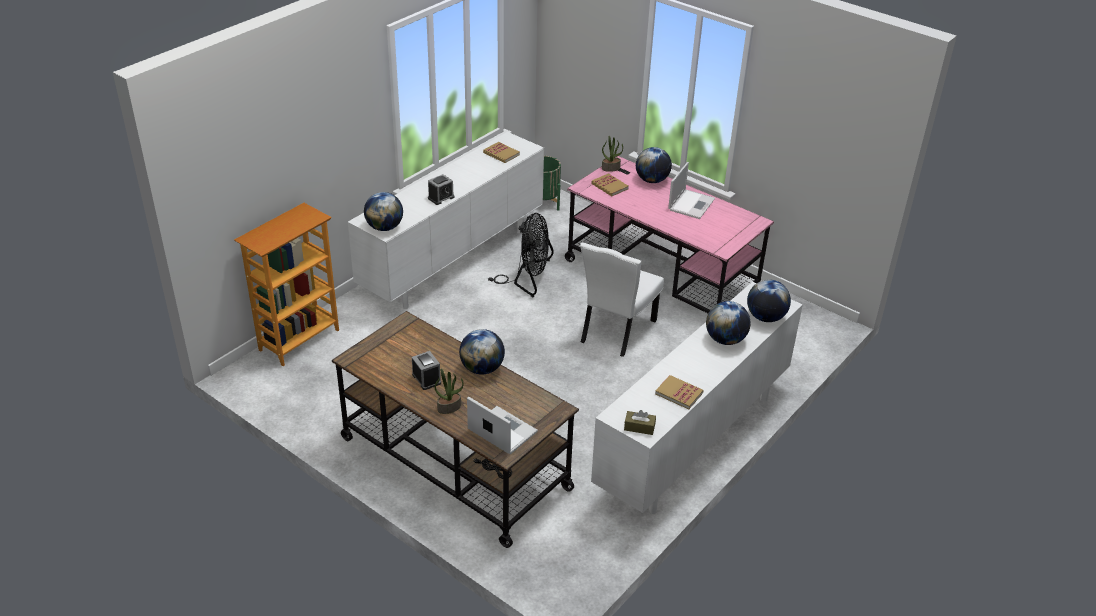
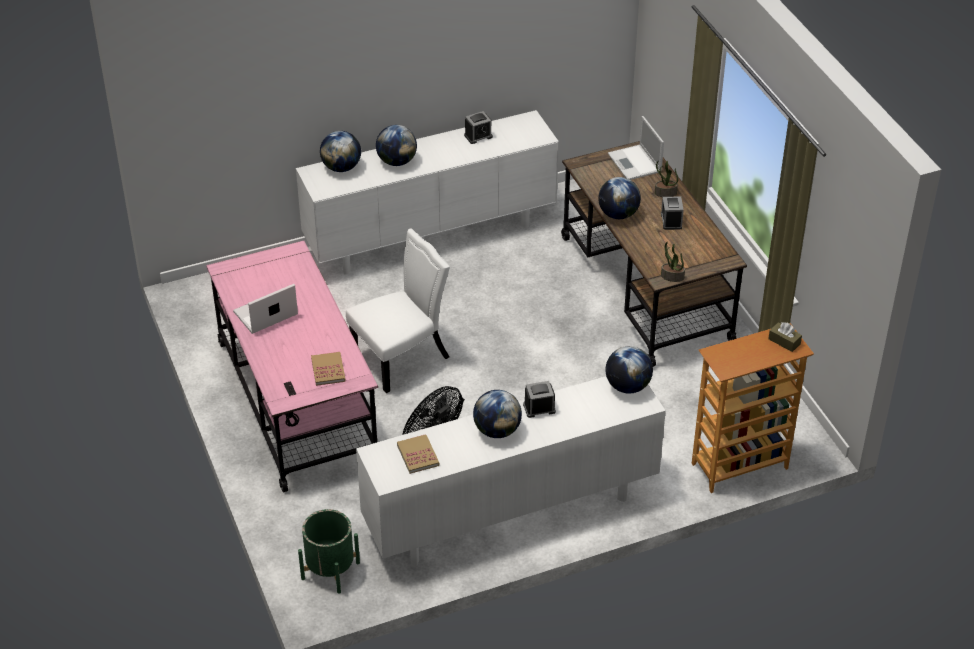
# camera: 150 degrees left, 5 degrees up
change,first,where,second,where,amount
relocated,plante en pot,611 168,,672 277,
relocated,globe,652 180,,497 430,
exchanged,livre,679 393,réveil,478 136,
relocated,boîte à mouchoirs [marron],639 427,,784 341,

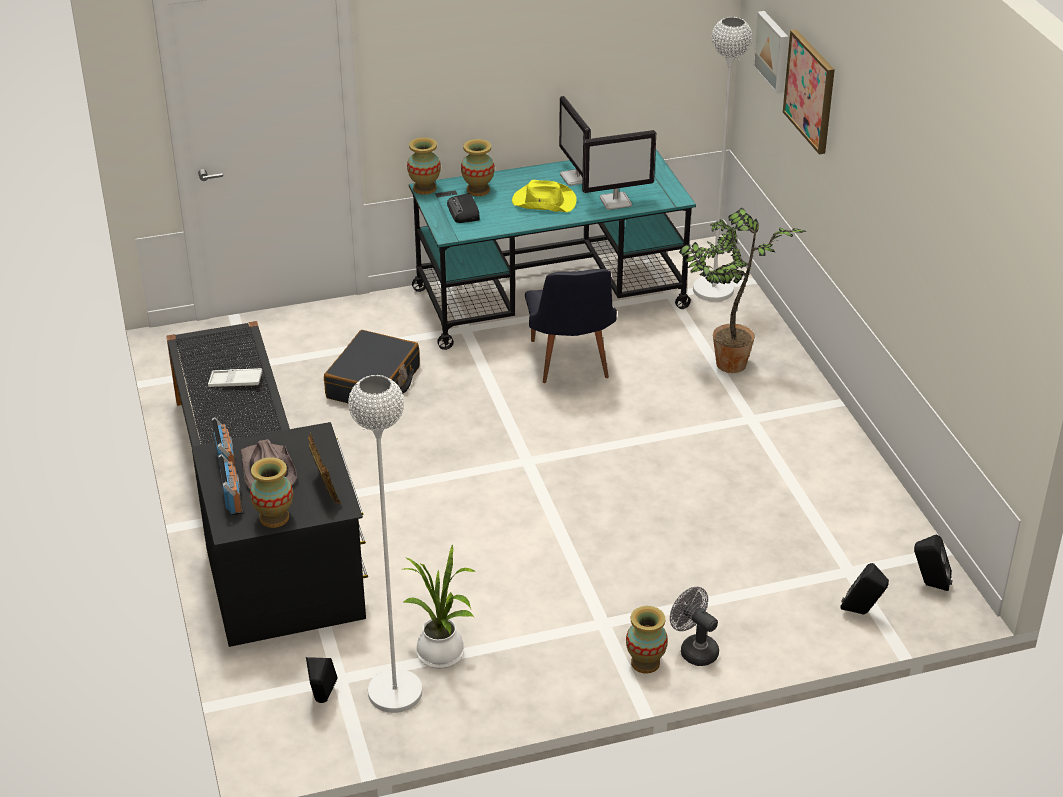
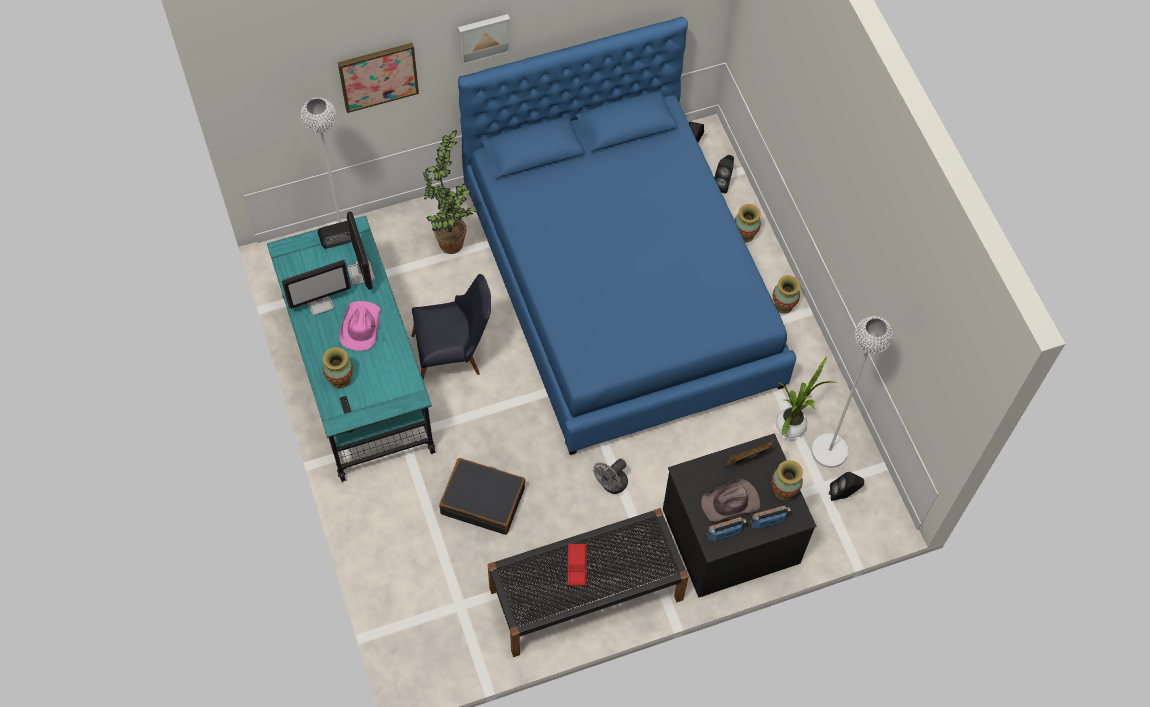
# camera: 95 degrees left, 25 degrees up
change,first,where,second,where,amount
relocated,tableau,773 51,,483 37,
relocated,vase,424 188,,745 234,
colour,chapeau [jaune],543 201,chapeau [rose],360 327,
relocated,radio,464 212,,338 236,
colour,plateau [blanc],235 381,plateau [rouge],577 566,
relocated,ventilateur [gris],694 649,,611 485,
appeared,,,lit [bleu],621 285,

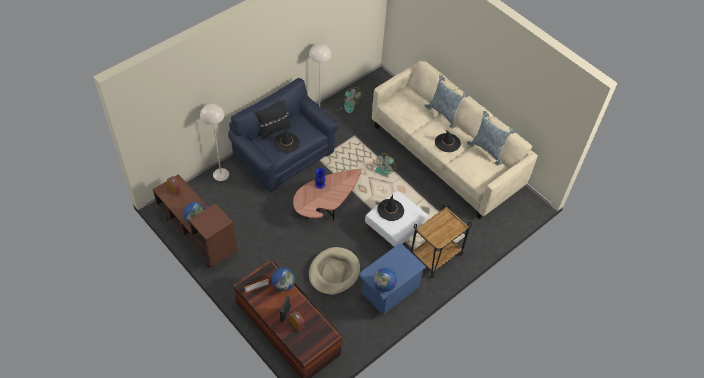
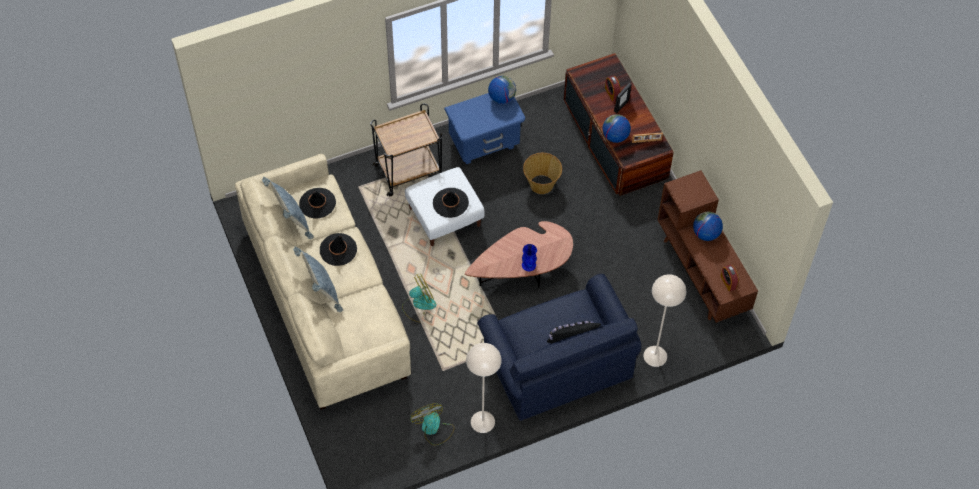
# camera: 160 degrees left, 5 degrees up
change,first,where,second,where,amount
relocated,chapeau [noir],286 143,,317 203,
exchanged,panier pour chien [beige],334 272,panier,541 184,

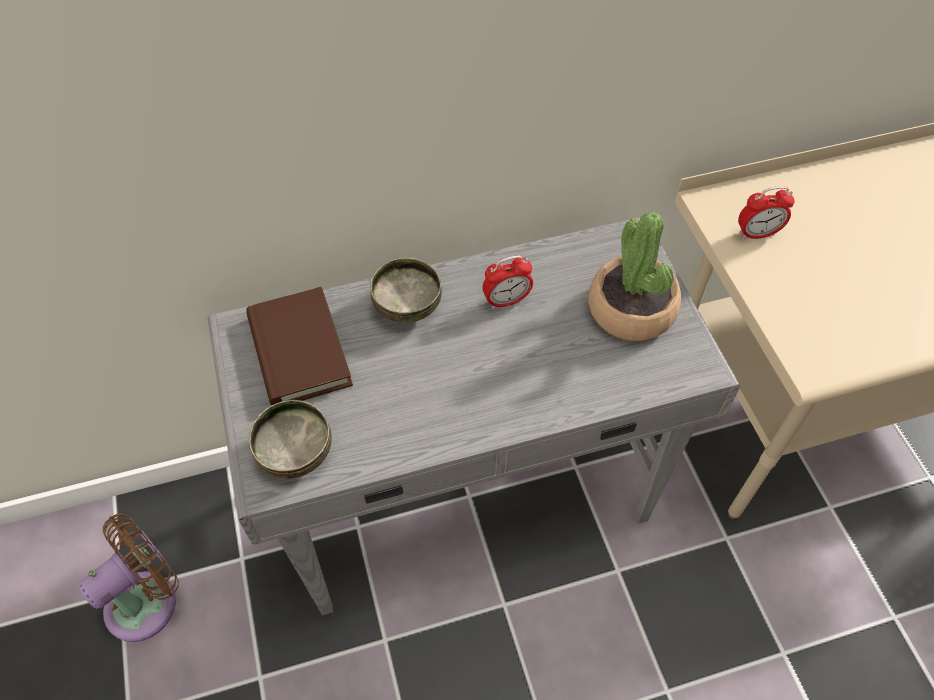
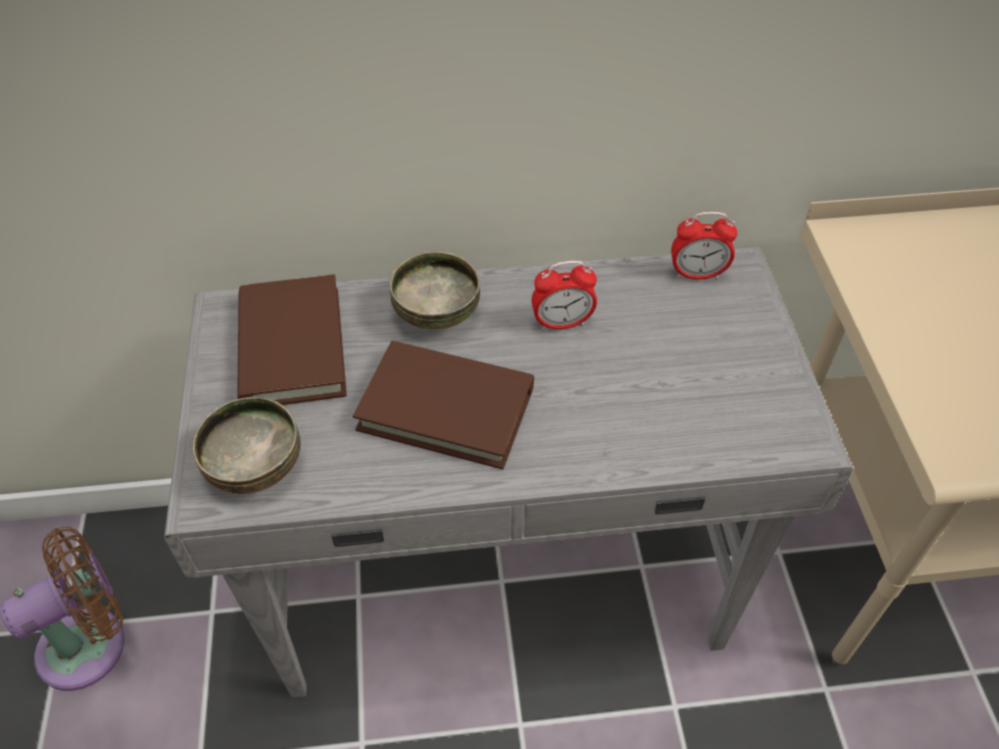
# camera: 10 degrees right, 5 degrees down
change,first,where,second,where,amount
relocated,réveil,757 234,,697 274,
missing,plante en pot,631 310,,,
appeared,,,livre [marron],446 408,

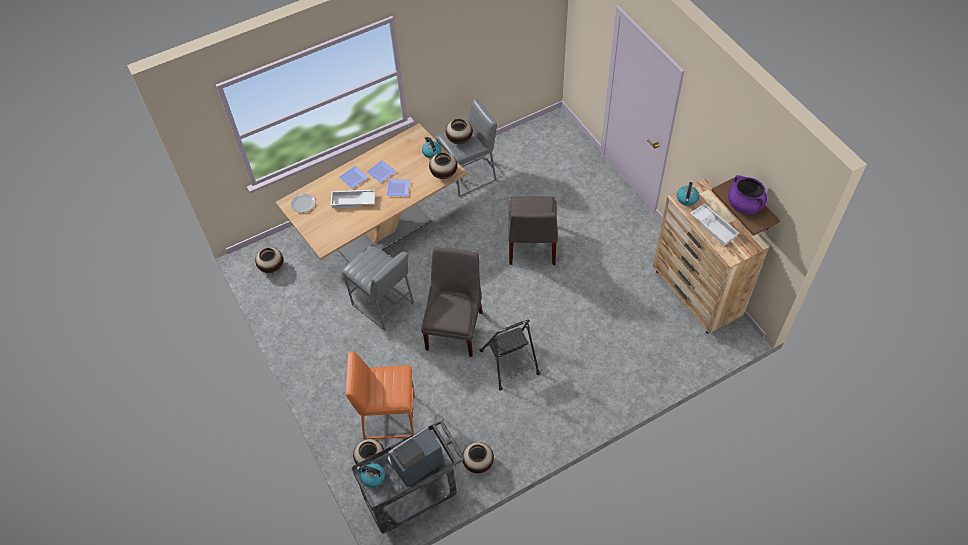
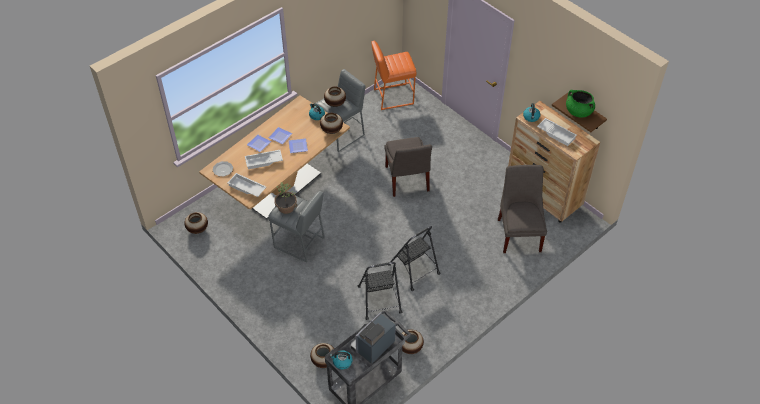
# camera: 15 degrees left, 5 degrees down
change,first,where,second,where,amount
colour,marmite [violet],744 205,marmite [vert],578 111,
relocated,chaise [gris],455 327,,519 233,
relocated,tabouret [orange],388 417,,393 97,
appeared,,,plateau [blanc],246 188,
appeared,,,plante en pot,286 208,
appeared,,,escabeau [noir],379 300,

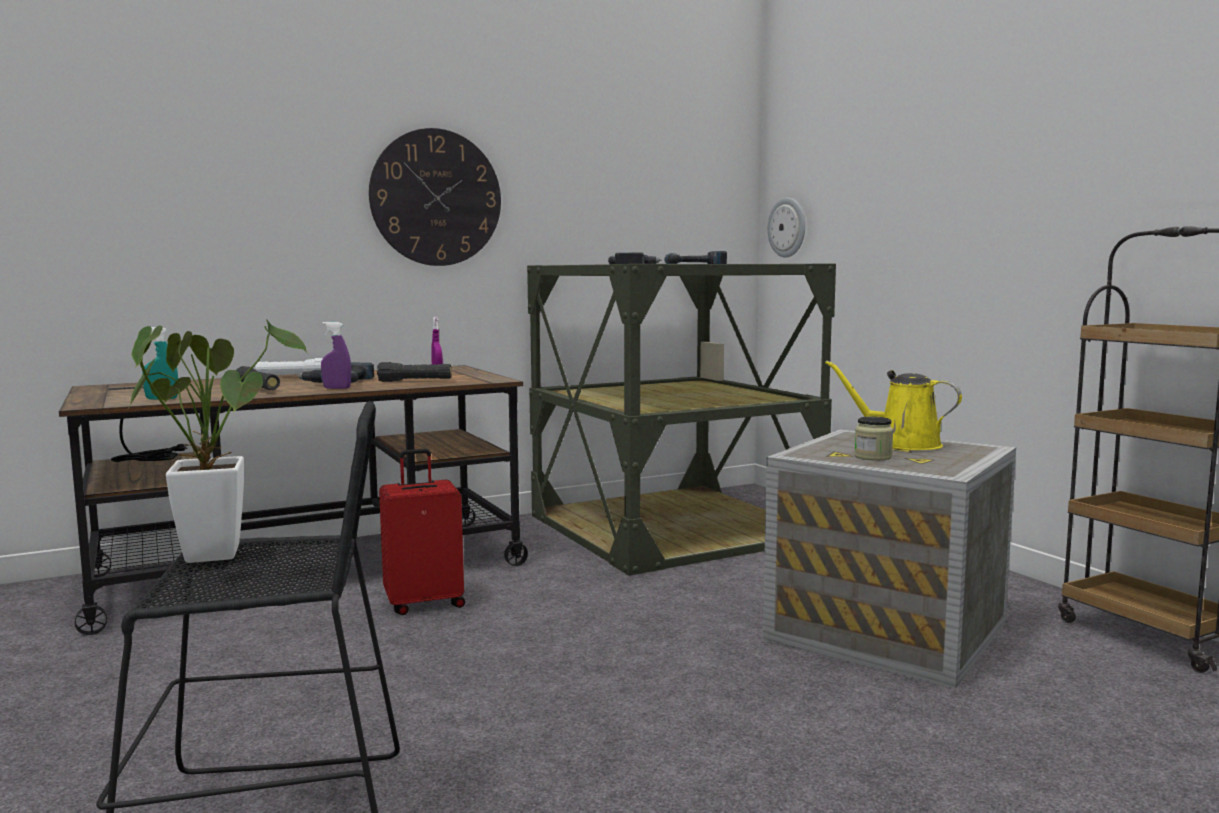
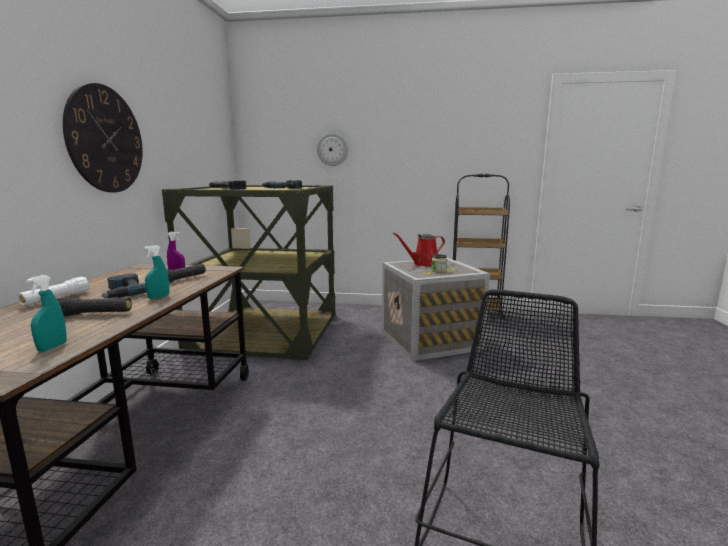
# camera: 55 degrees left, 5 degrees up
change,first,where,second,where,amount
relocated,horloge murale,787 227,,332 149,
missing,plante en pot,215 551,,,
colour,vaporisateur [violet],337 388,vaporisateur [turquoise],159 297,
colour,arrosoir [jaune],901 444,arrosoir [rouge],423 264,
missing,valise [rouge],424 603,,,

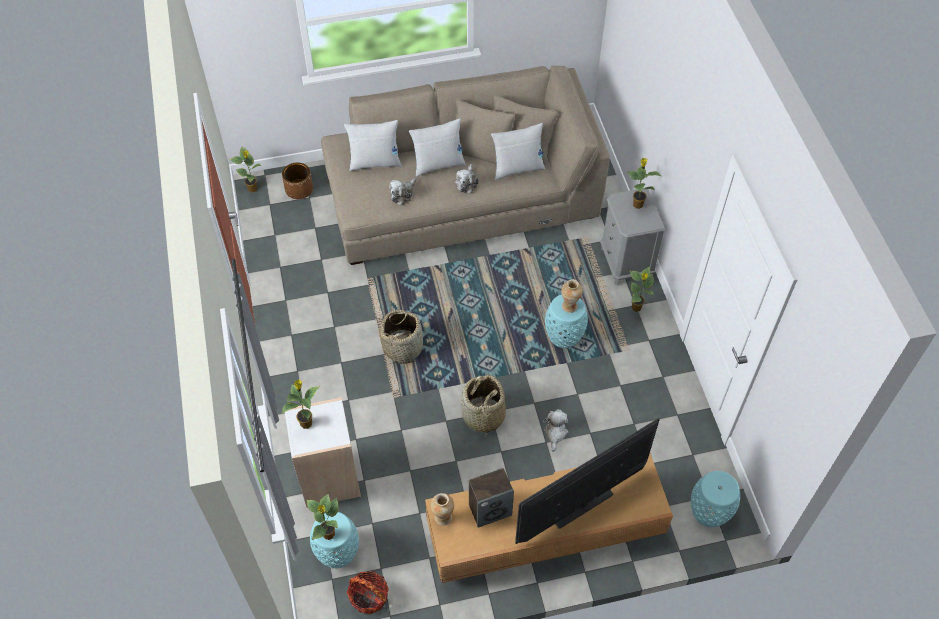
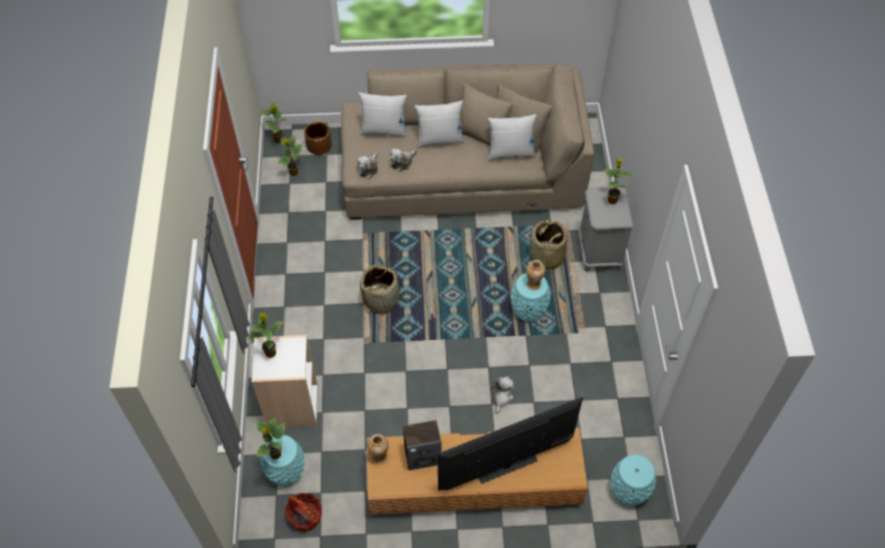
# camera: 10 degrees right, 0 degrees up
change,first,where,second,where,amount
relocated,peluche,467 182,,368 168,
relocated,plante en pot,636 308,,293 173,
relocated,panier,483 416,,546 257,

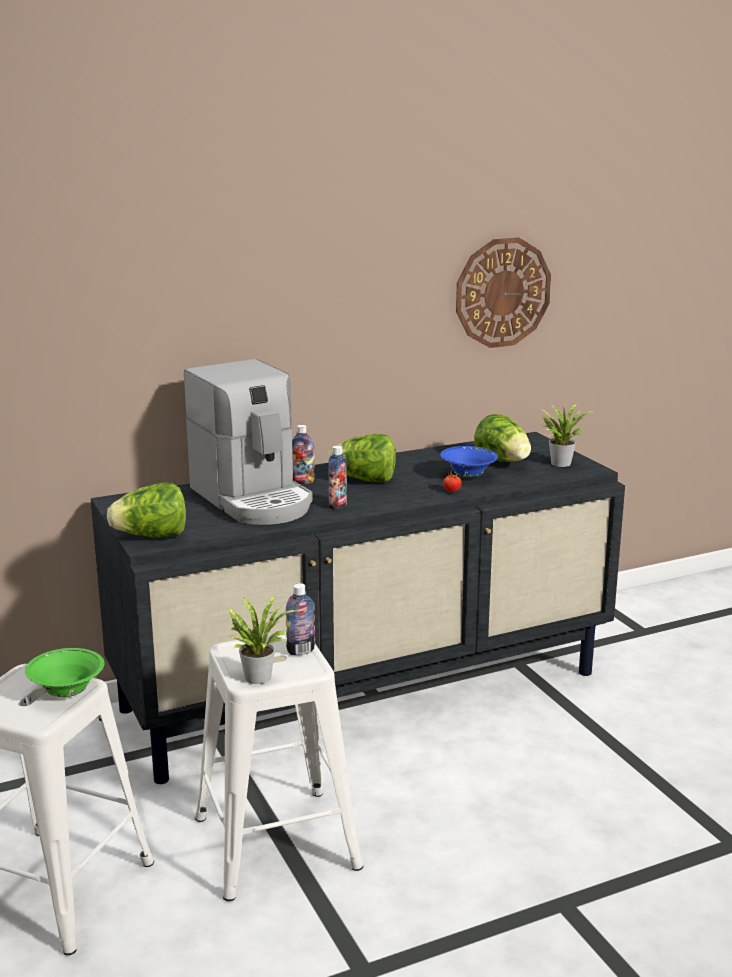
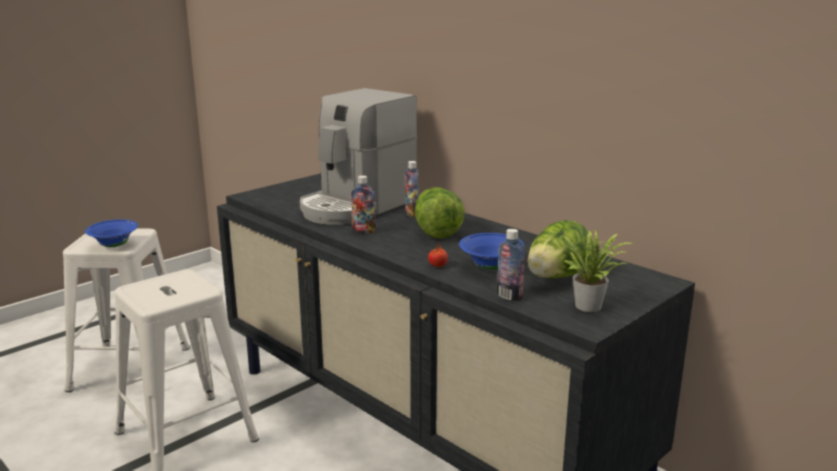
# camera: 70 degrees right, 0 degrees up
change,first,where,second,where,amount
missing,horloge murale,502 292,,,
missing,laitue,152 537,,,
relocated,bouteille,300 650,,509 296,
missing,plante en pot,257 675,,,
colour,bol [vert],67 692,bol [bleu],114 245,

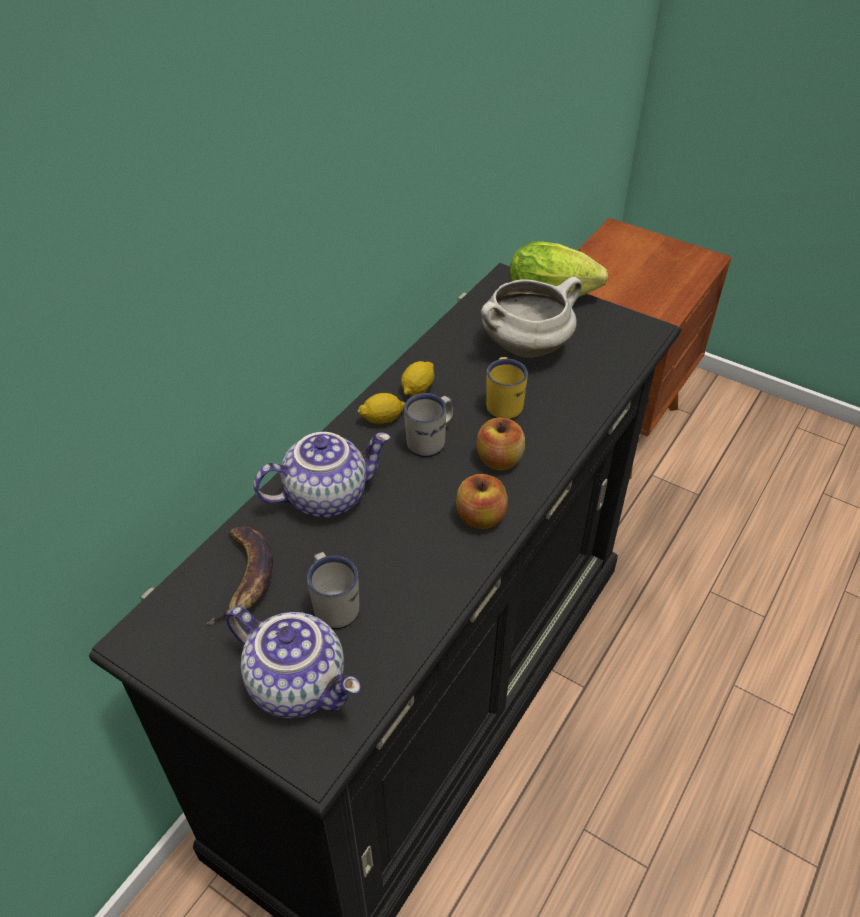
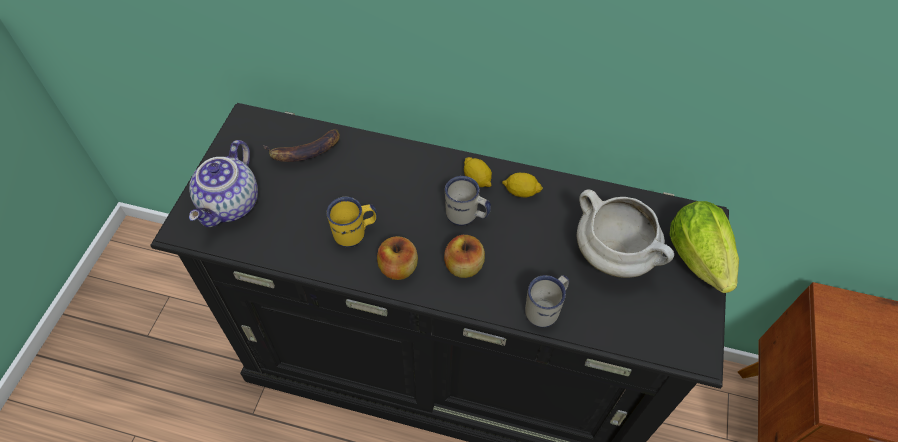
# camera: 70 degrees right, 10 degrees up
change,first,where,second,where,amount
relocated,mug [jaune],504 403,,355 233,
missing,théière,327 495,,,
relocated,mug [blanc],334 604,,546 309,

